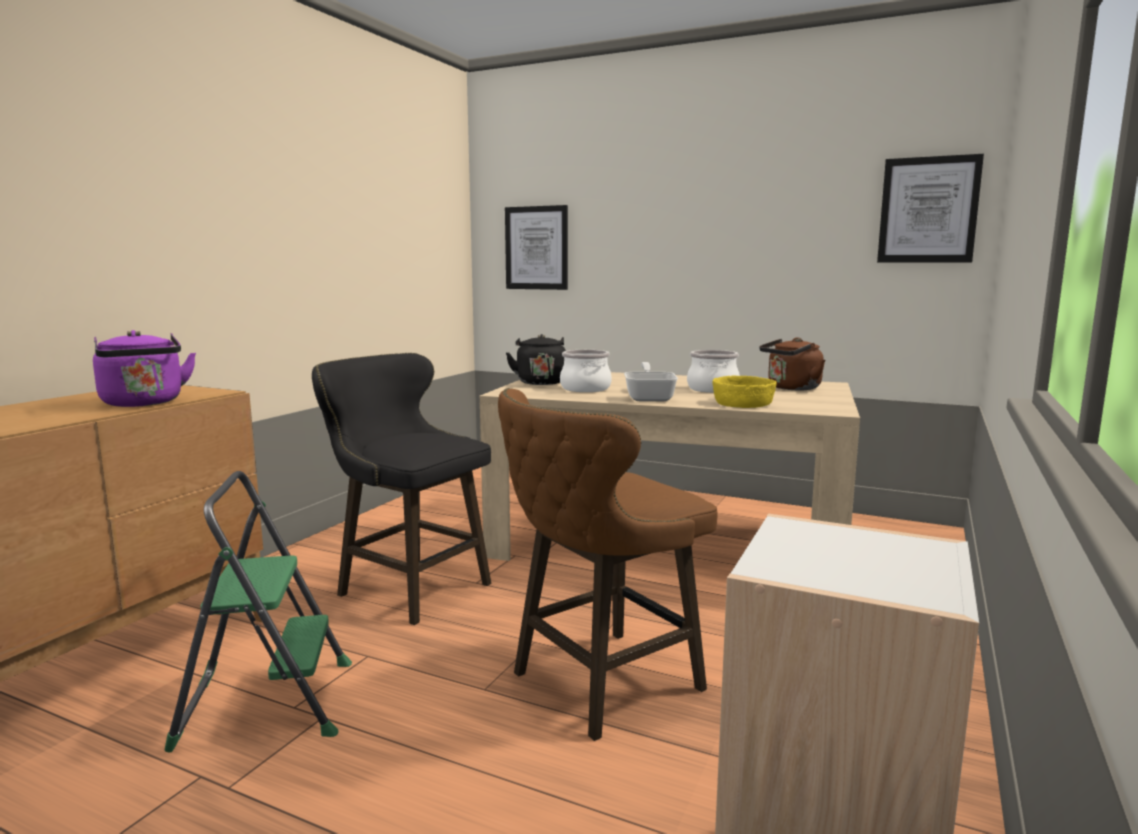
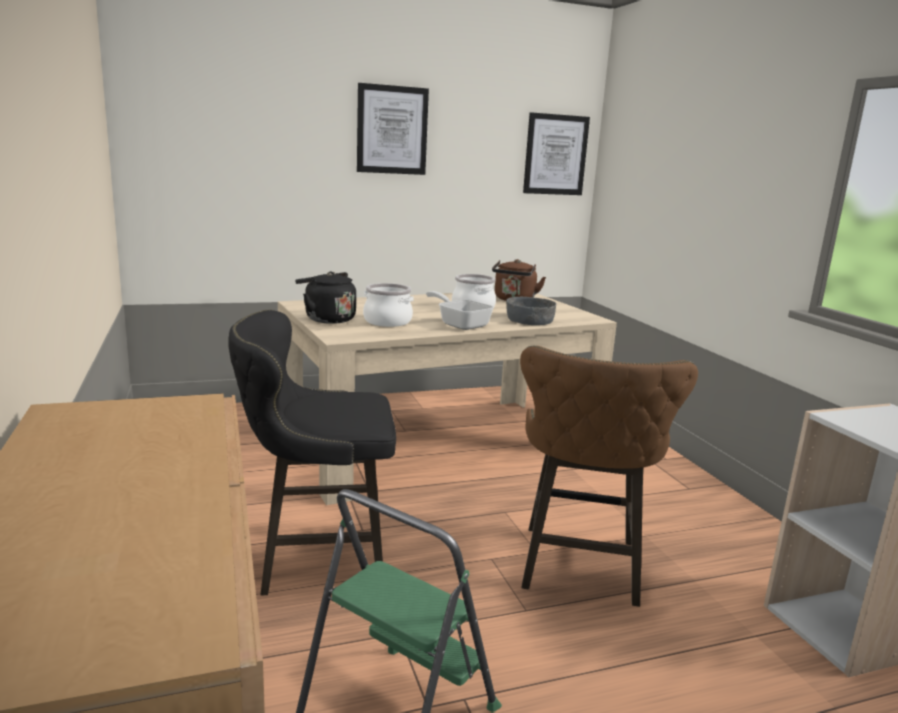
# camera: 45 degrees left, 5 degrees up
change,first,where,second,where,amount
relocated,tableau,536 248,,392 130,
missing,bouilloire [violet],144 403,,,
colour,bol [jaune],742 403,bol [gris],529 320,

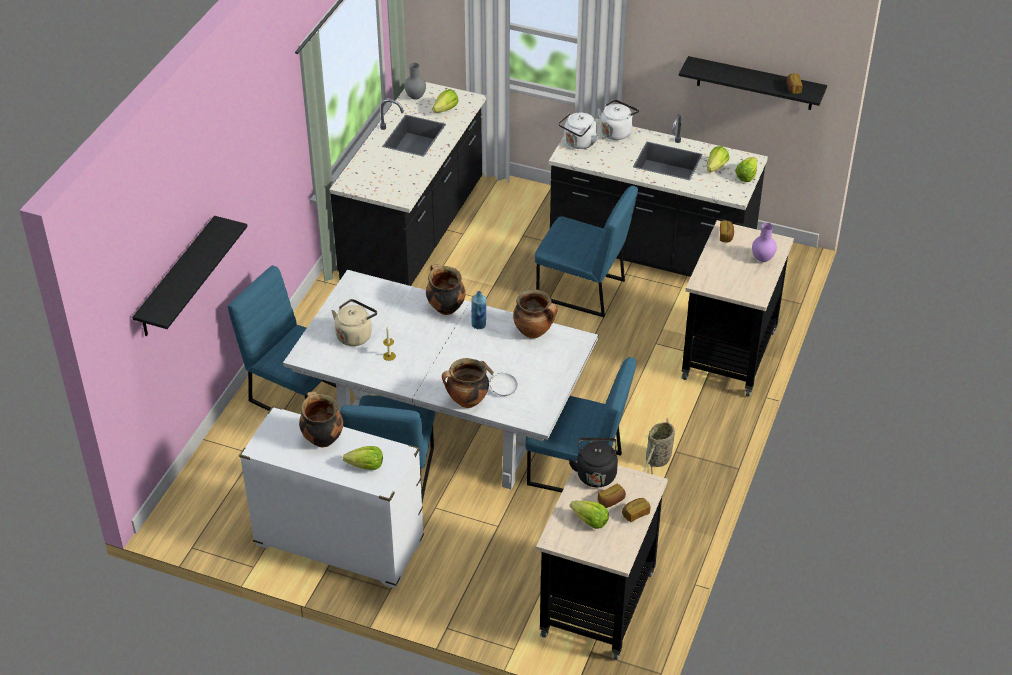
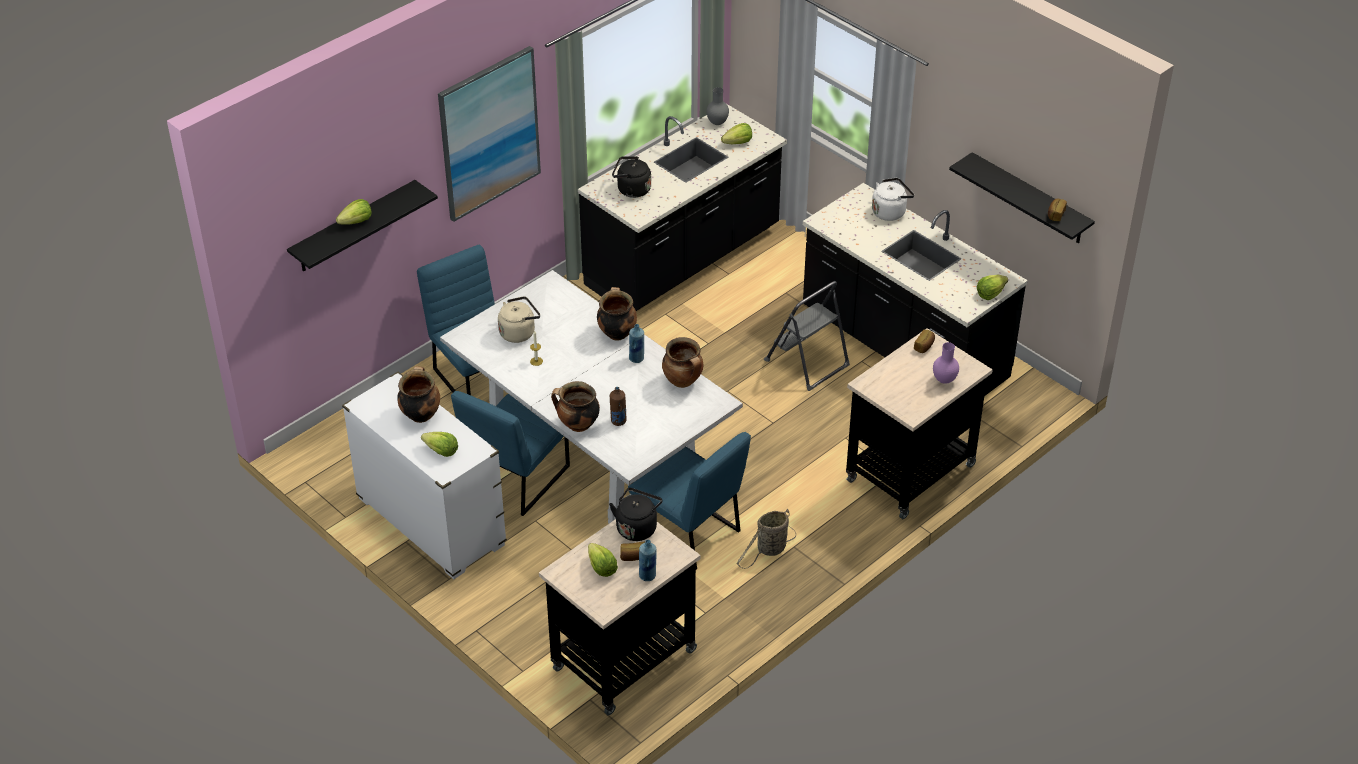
# camera: 25 degrees right, 0 degrees up
change,first,where,second,where,amount
missing,bouilloire [blanc],578 143,,,
relocated,laitue,716 167,,356 222,
exchanged,chaise [bleu],583 290,escabeau [gris],808 364,
exchanged,poêle [blanc],501 386,bouteille [marron],618 421,
exchanged,pain,635 513,bouteille [bleu],647 575,
appeared,,,tableau,489 133,
appeared,,,bouilloire [noir],631 190,

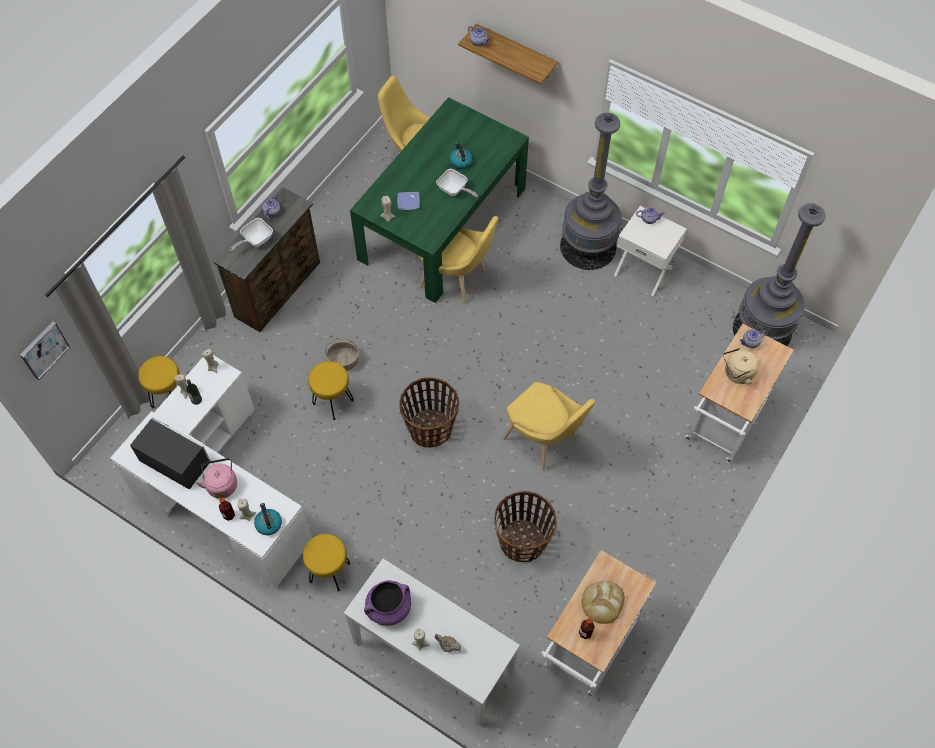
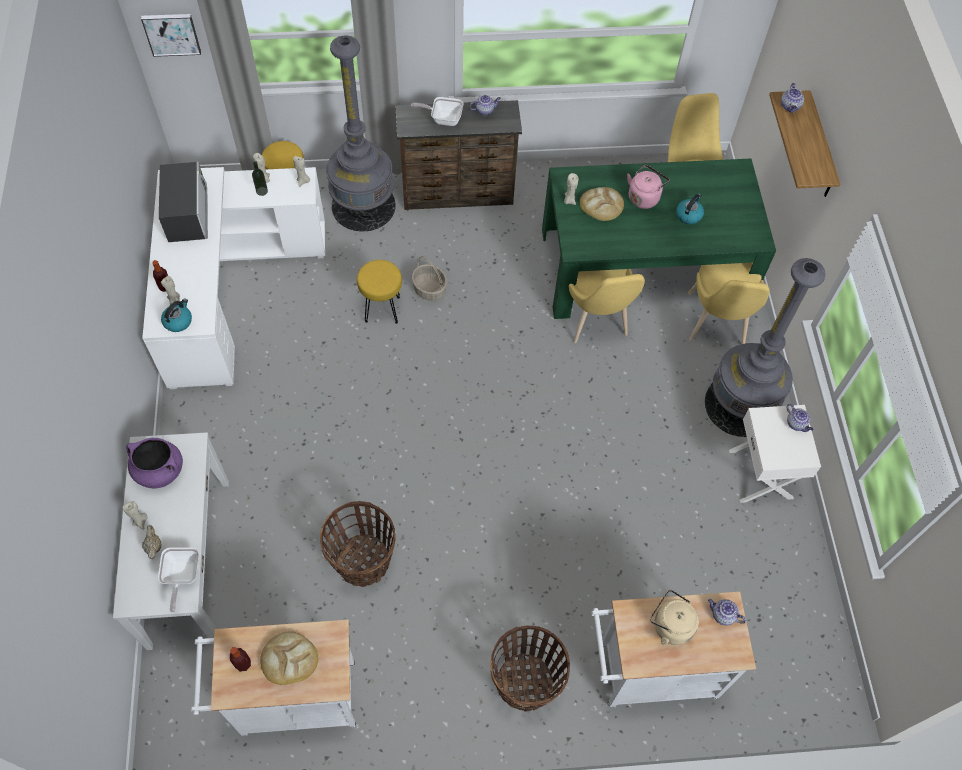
# camera: 50 degrees right, 0 degrees up
change,first,where,second,where,amount
relocated,poêle,454 191,,181 576,
exchanged,assiette,409 202,pain,601 205,
relocated,lampadaire [gris],762 330,,363 206,
relocated,panier,430 429,,525 682,
relocated,chaise [jaune],544 441,,716 325,
relocated,bouilloire [rose],221 484,,644 197,
missing,tabouret [jaune],329 572,,,

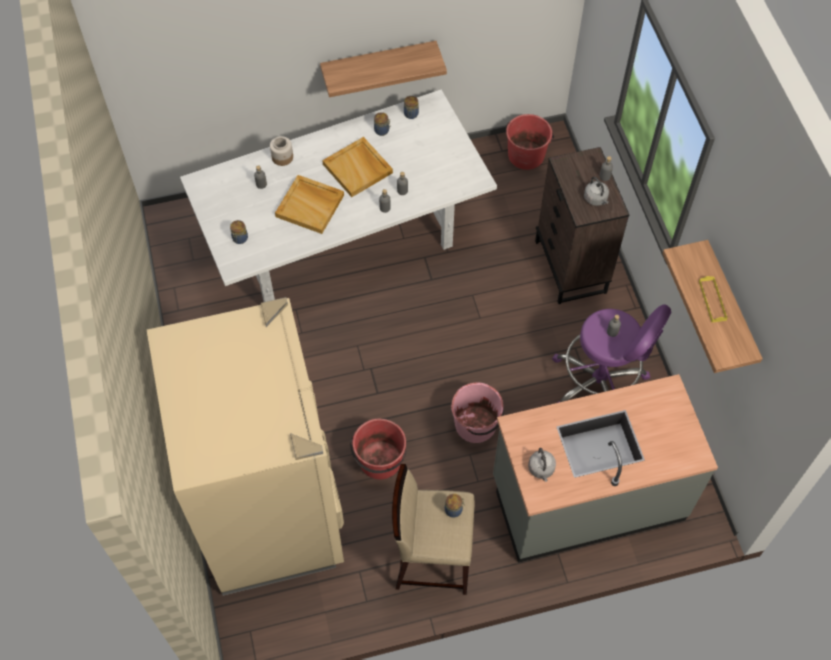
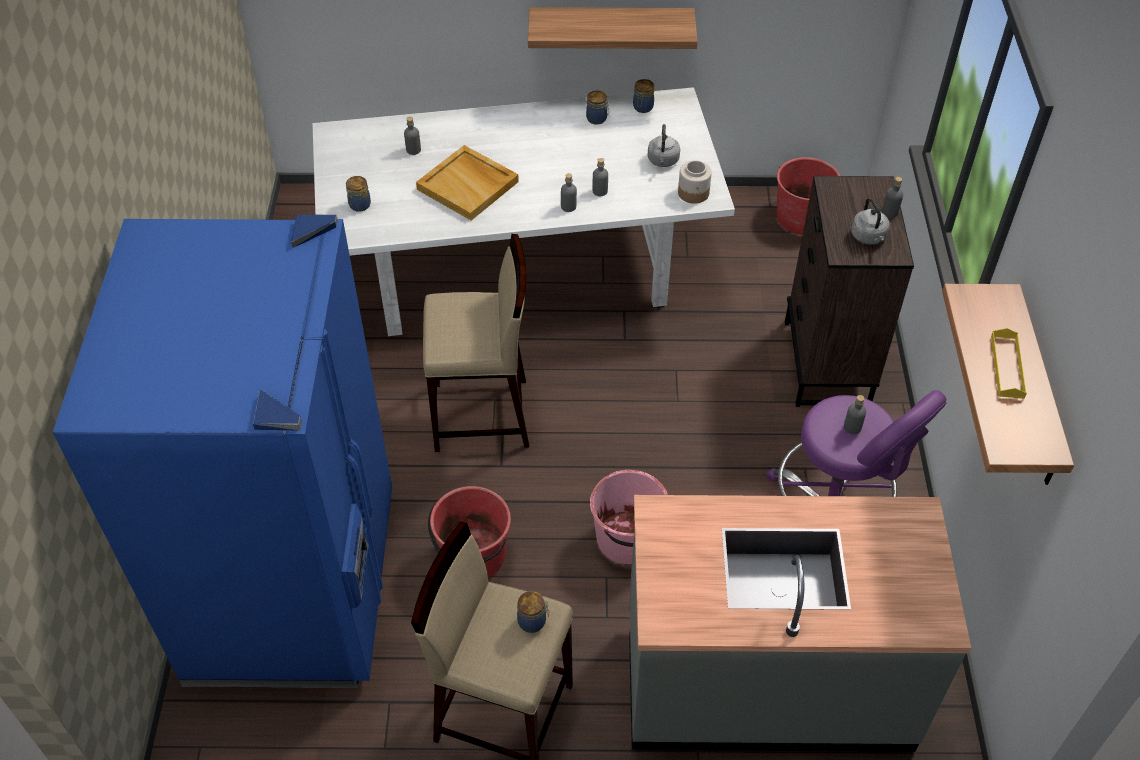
# camera: 15 degrees right, 10 degrees down
change,first,where,second,where,amount
relocated,bocal,282 157,,693 193,
missing,plateau [beige],358 169,,,
colour,réfrigérateur [beige],270 509,réfrigérateur [bleu],295 584,
relocated,bouilloire [gris],541 469,,663 161,
appeared,,,tabouret [beige],482 416,

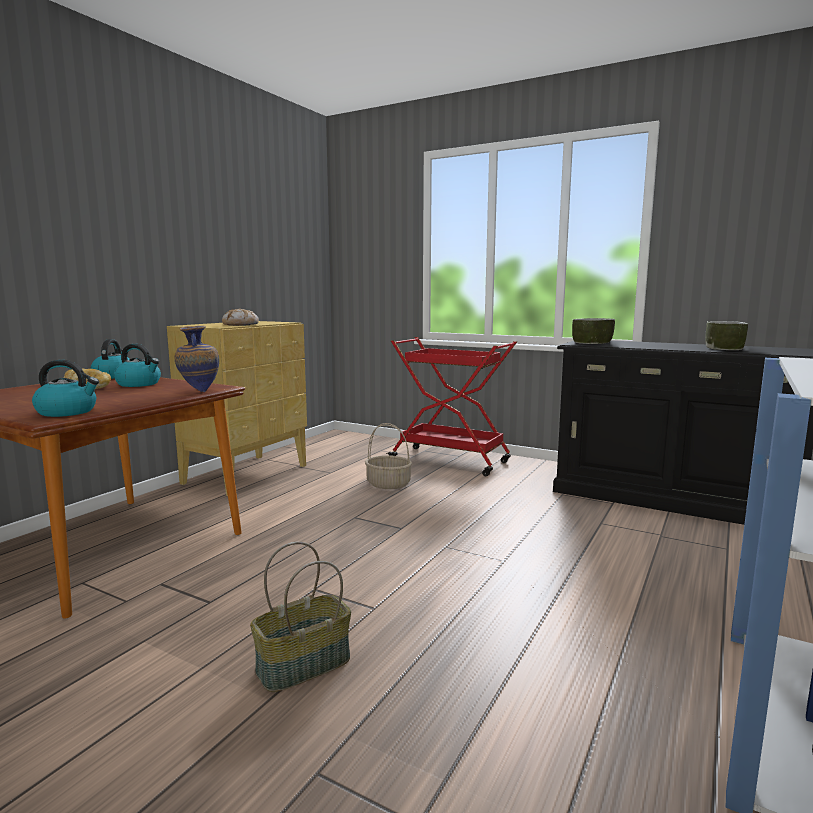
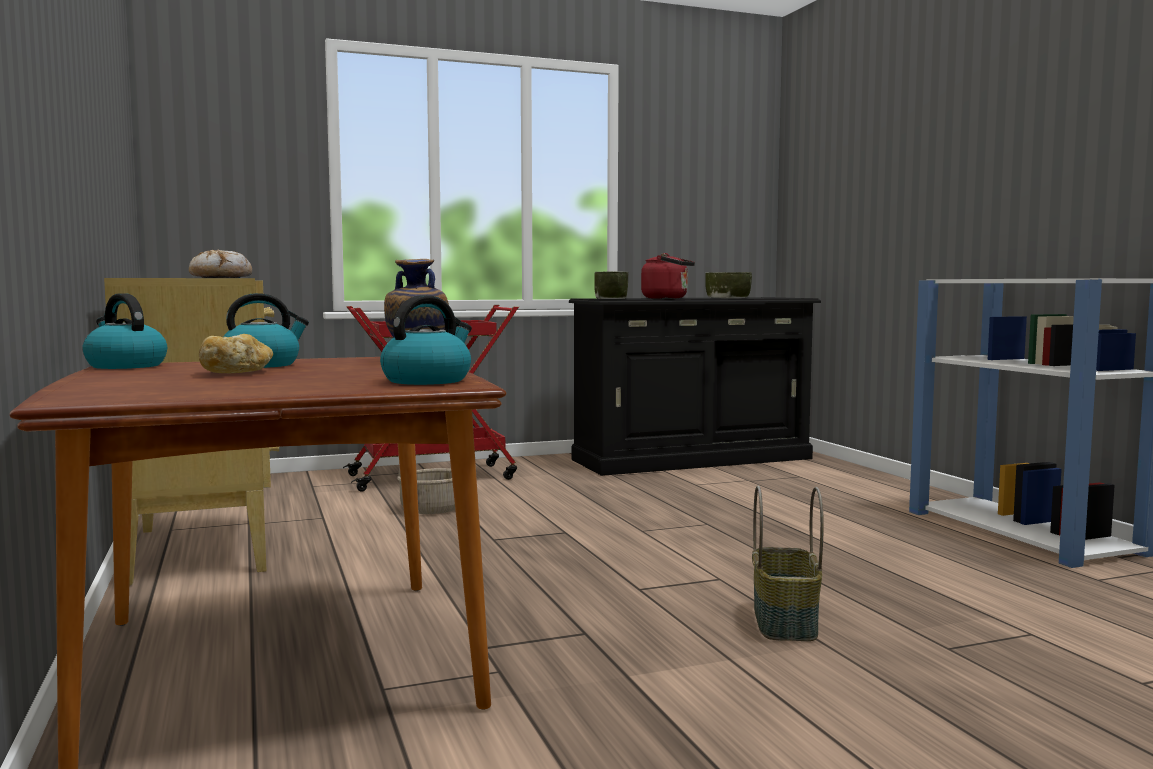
# camera: 50 degrees left, 5 degrees down
change,first,where,second,where,amount
appeared,,,bouilloire [rouge],667 298,

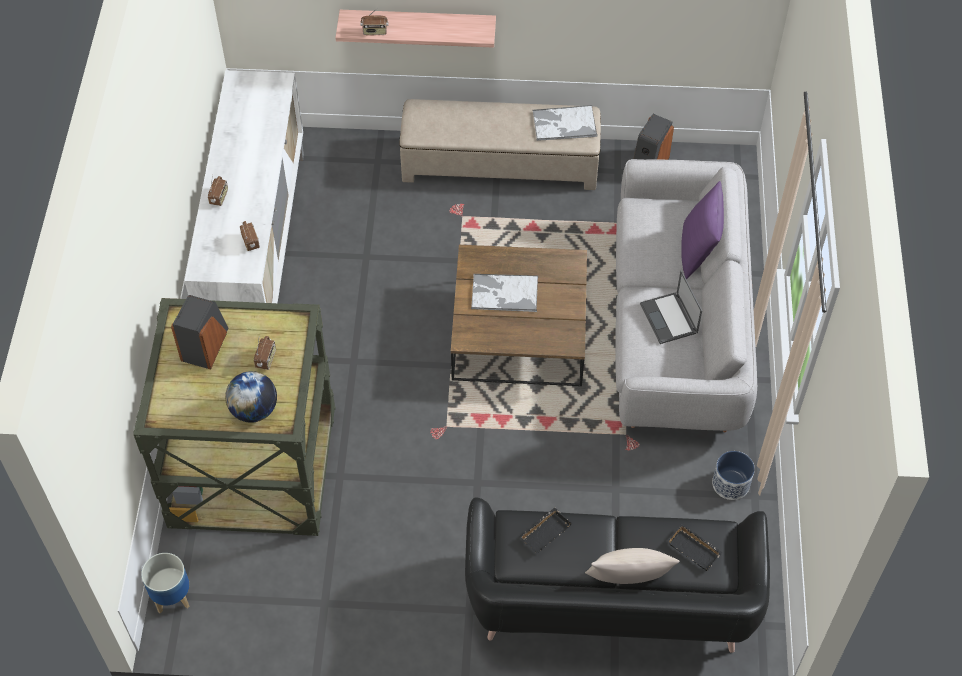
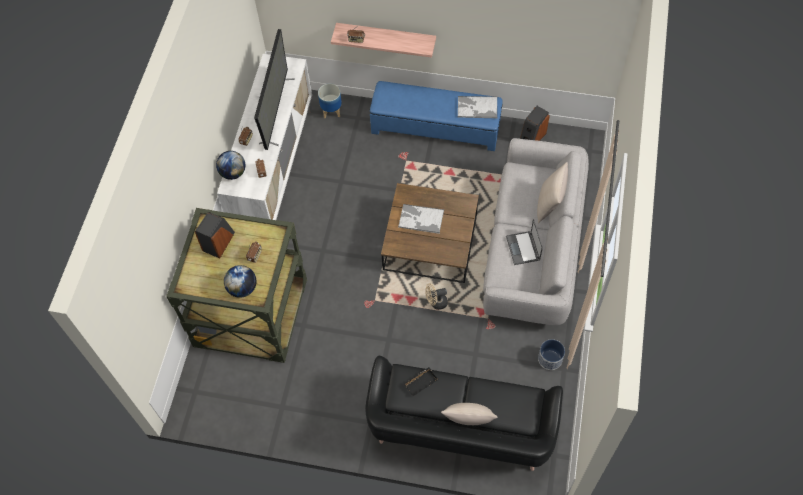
# camera: 10 degrees right, 5 degrees up
change,first,where,second,where,amount
colour,banc [beige],501 163,banc [bleu],436 126,
colour,coussin [violet],698 251,coussin [beige],549 204,
missing,plateau [noir],695 549,,,
relocated,cache-pot,171 597,,331 111,
appeared,,,téléviseur,276 111,
appeared,,,globe,233 173,
appeared,,,ventilateur [beige],436 303,

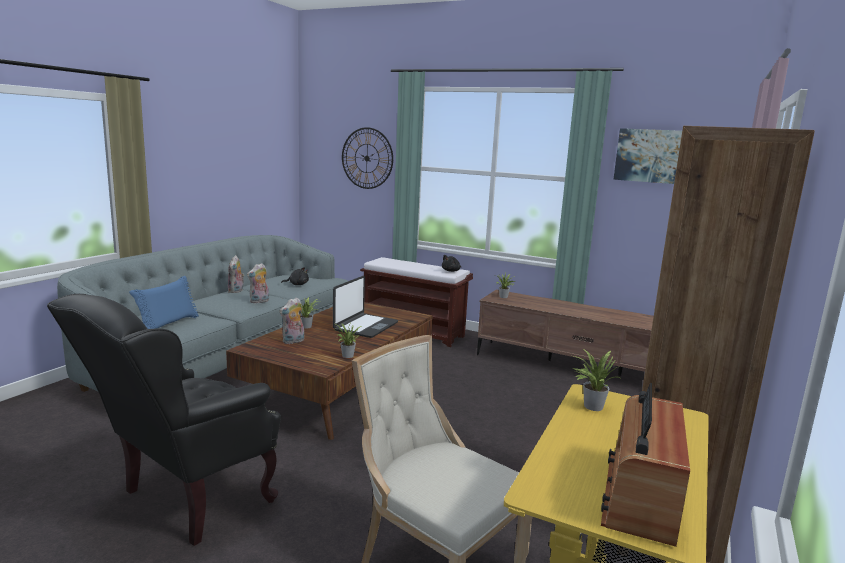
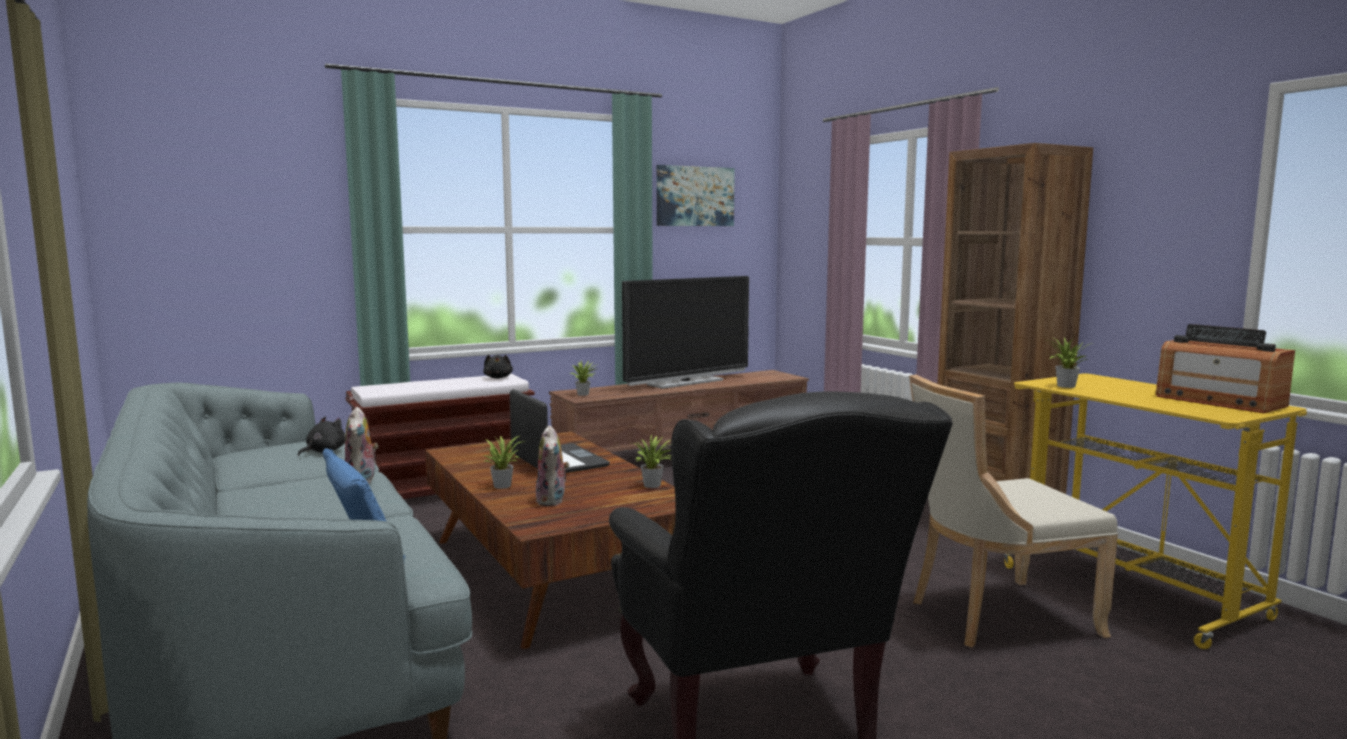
# camera: 55 degrees left, 5 degrees down
change,first,where,second,where,amount
missing,horloge murale,367 158,,,
missing,peluche,236 291,,,
appeared,,,téléviseur,685 382,

